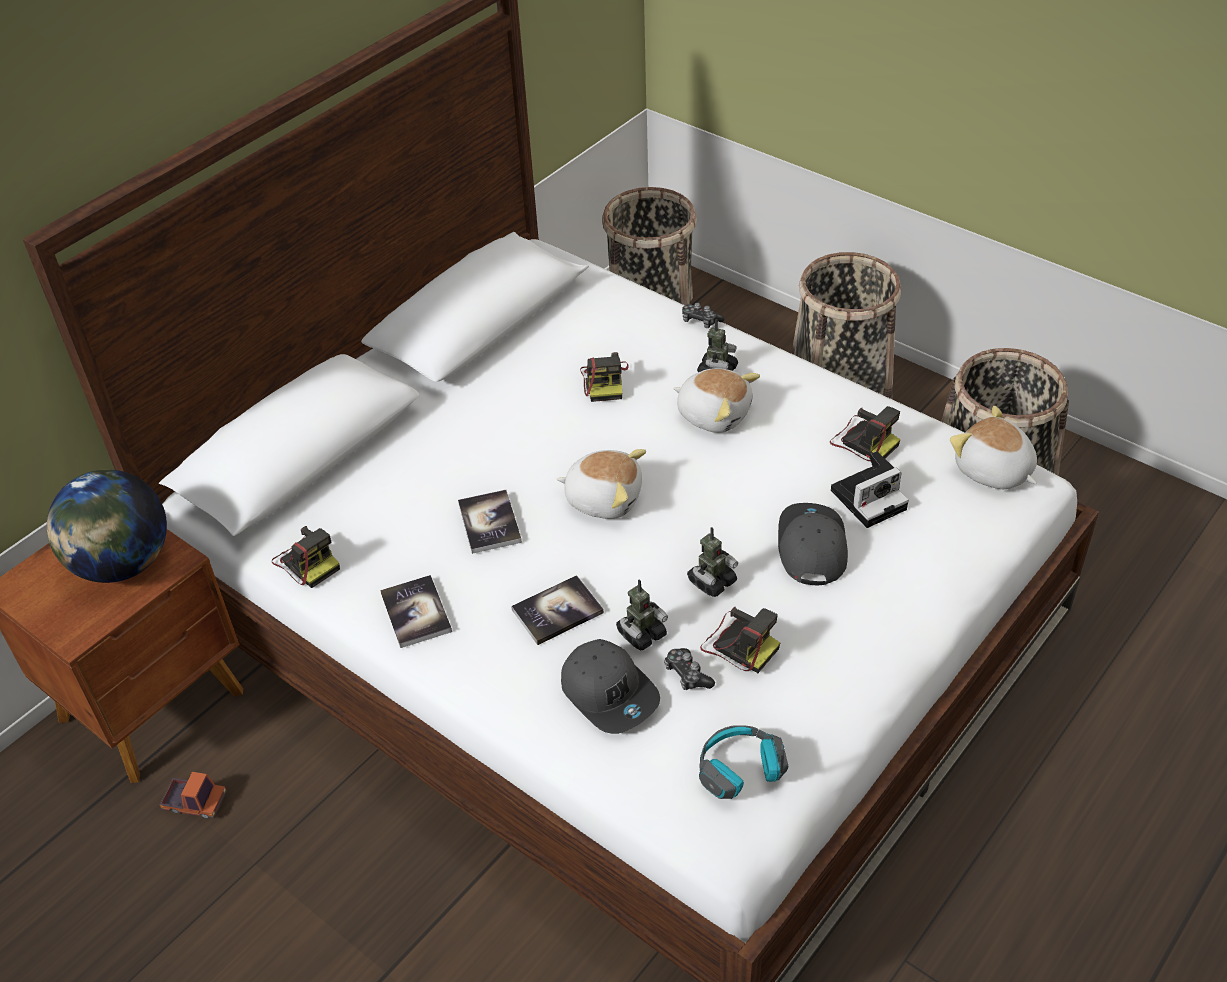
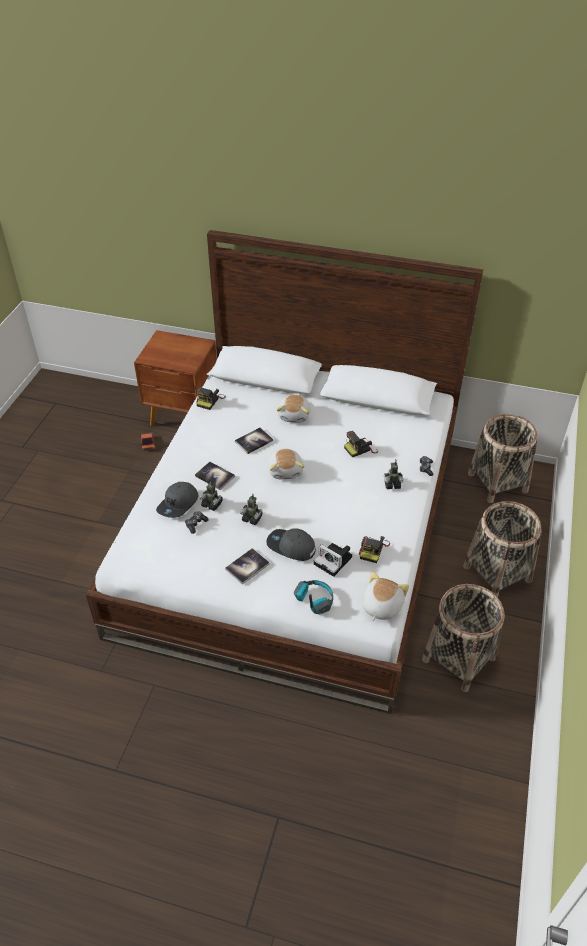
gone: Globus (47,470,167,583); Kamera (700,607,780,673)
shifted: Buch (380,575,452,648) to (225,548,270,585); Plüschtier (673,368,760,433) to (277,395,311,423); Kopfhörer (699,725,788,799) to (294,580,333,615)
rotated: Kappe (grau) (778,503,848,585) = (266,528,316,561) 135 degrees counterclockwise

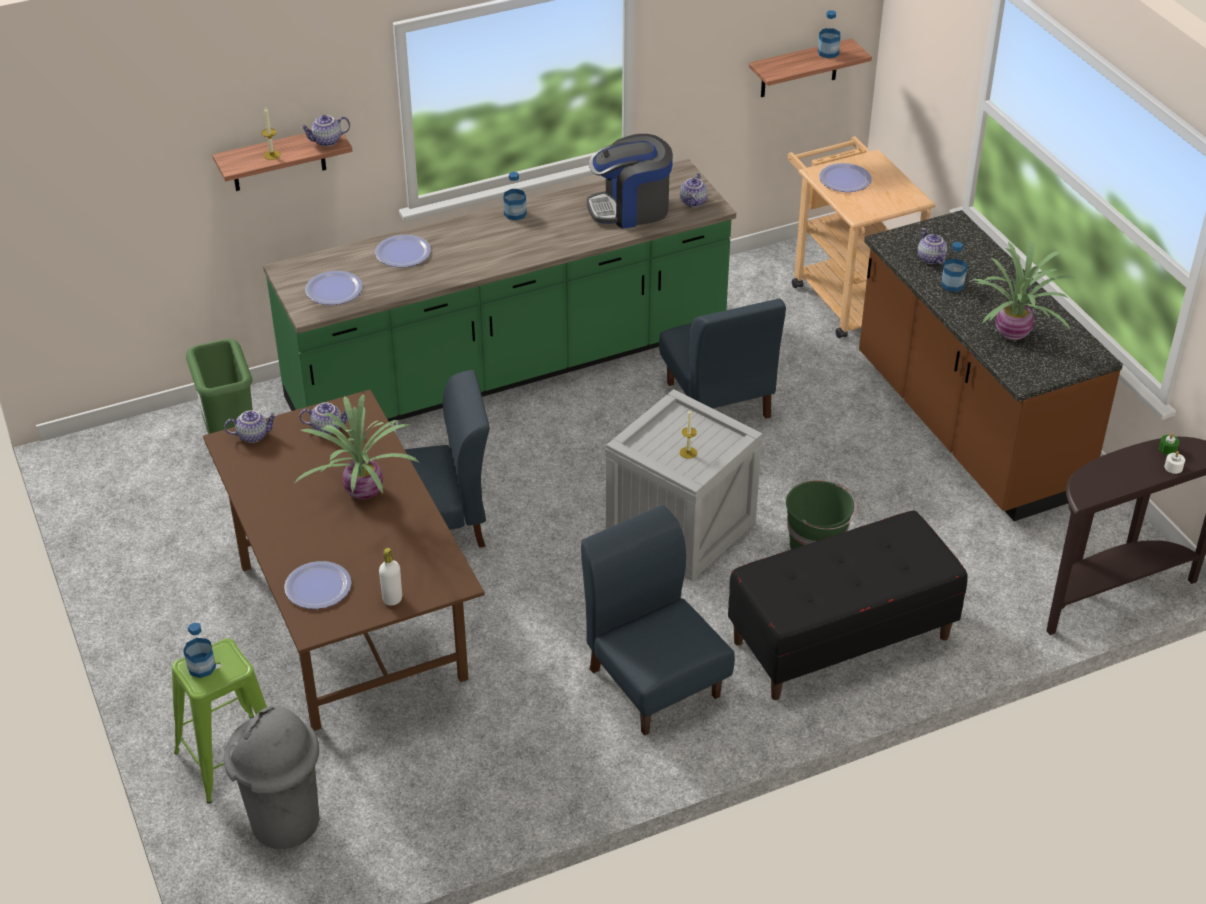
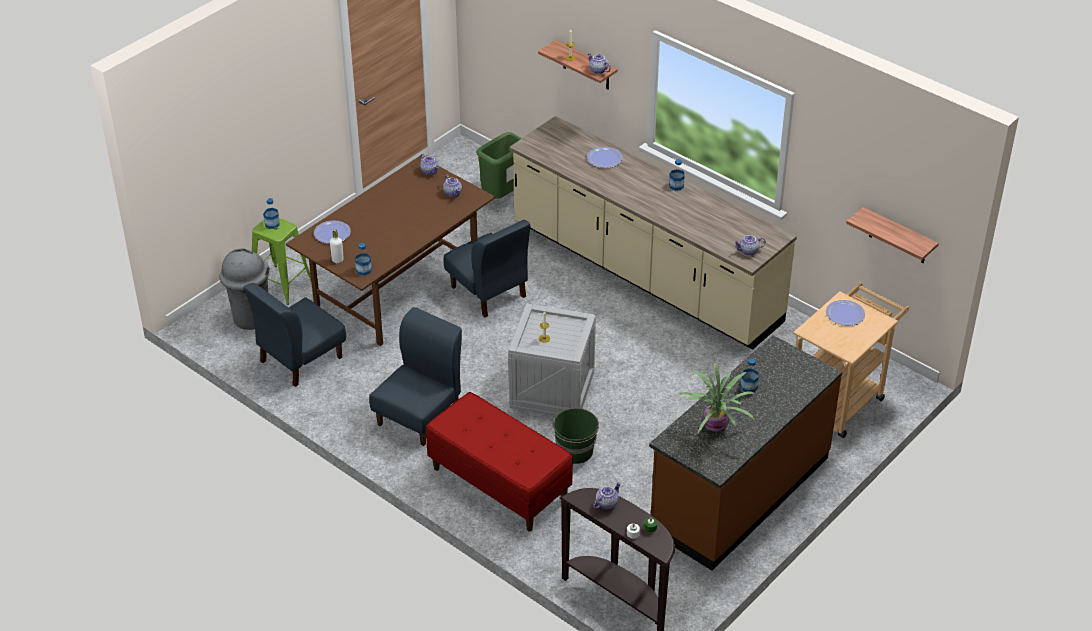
gone: Topfpflanze (294,394,420,500); Teller (305,271,363,305); Kaffeemaschine (587,134,673,229)
shifted: Stuhl (blau) (659,298,786,419) to (243,283,346,387); Flasche (818,10,840,58) to (355,243,372,276); Teekanne (918,228,947,264) to (593,482,621,509)
repainted: Bank (schwarz) (728,510,968,700) to Bank (rot) (426,392,573,532); Küchenzeile (grün) (263,159,736,422) to Küchenzeile (beige) (509,116,797,350)

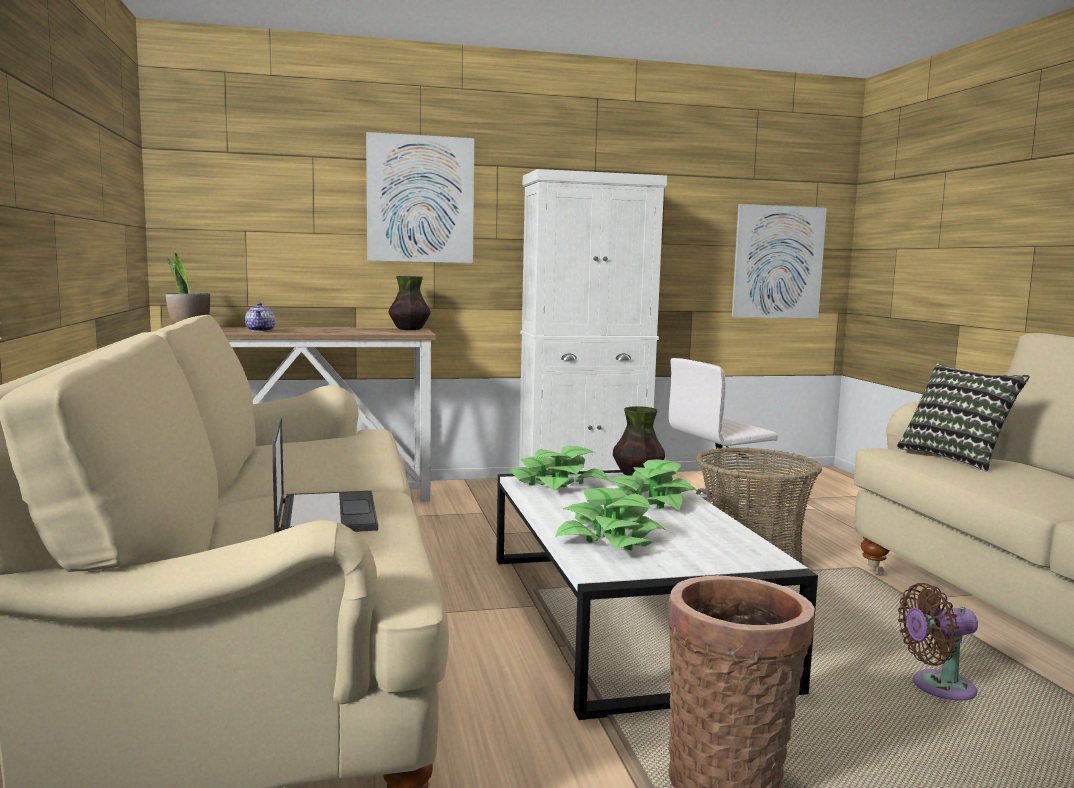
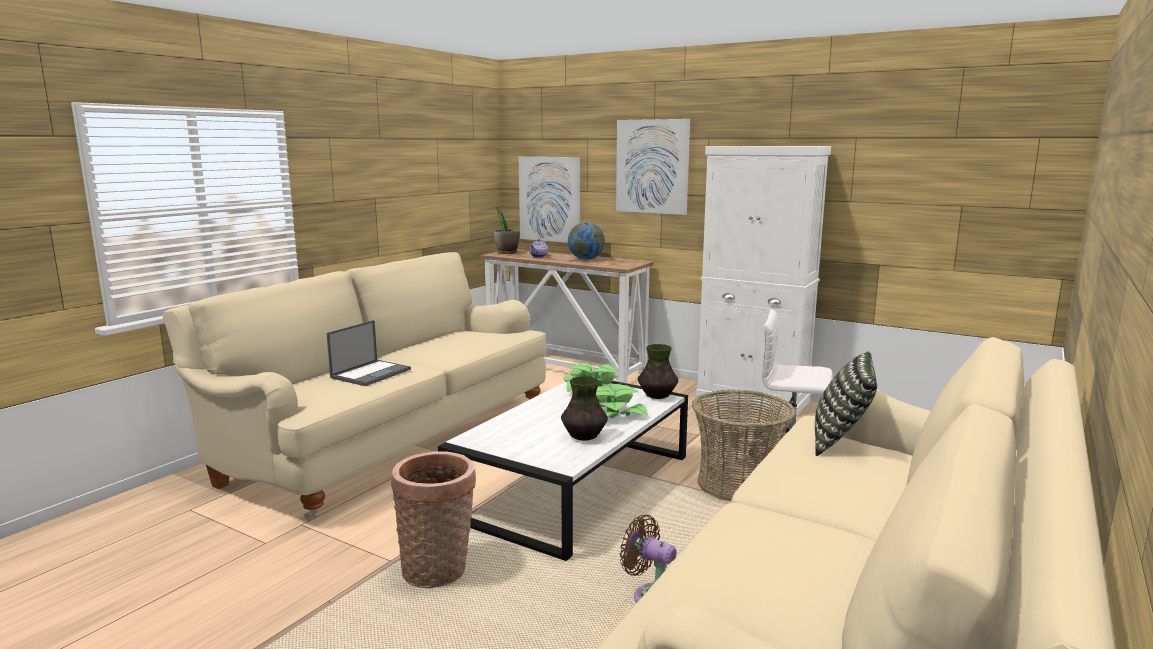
gone: Topfpflanze (555,488,667,550)
new: Globus (568,222,605,260)
shifted: Bild (732,204,827,318) to (519,157,580,243); Vase (388,276,431,330) to (561,376,608,441)

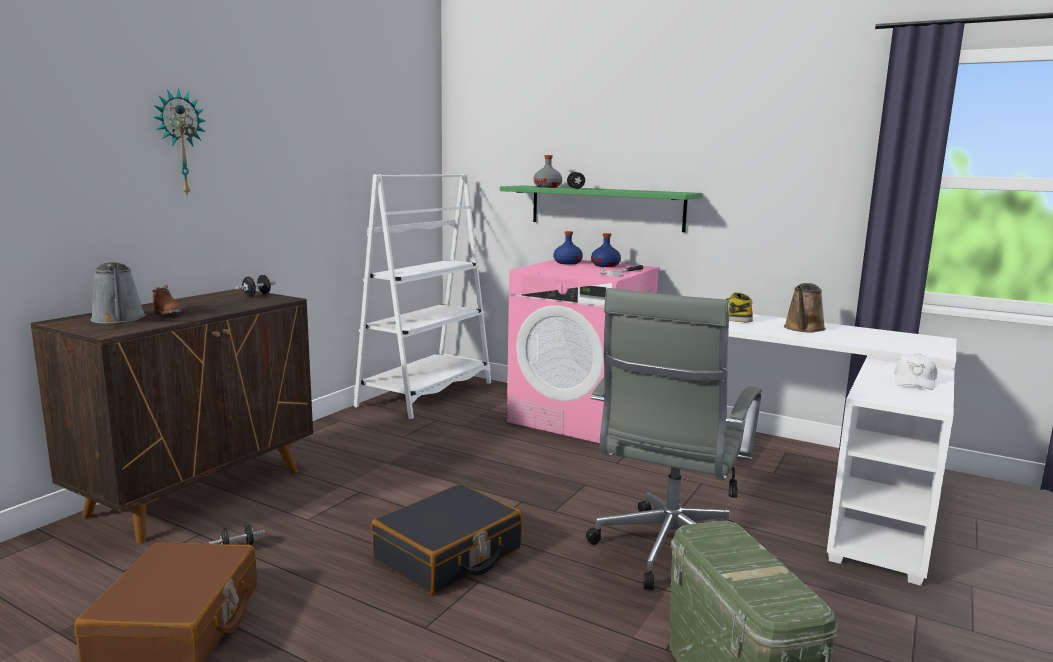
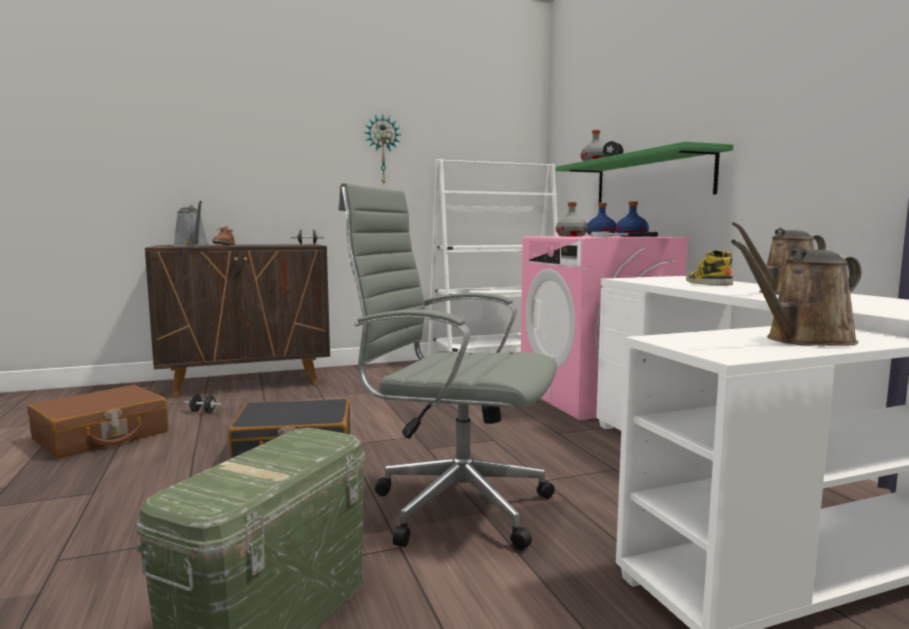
new: Flasche (grau) (556,202,588,237)
shifted: Wanduhr (153,88,206,197) to (364,114,401,184)
swapped: Kappe (weiß) (894,353,937,390) to Gießkanne (braun) (731,239,862,346)
rotated: Gießkanne (grau) (91,262,146,324) = (173,201,209,246) 45 degrees counterclockwise; Bürostuhl (grau) (586,288,762,590) = (338,183,557,550) 45 degrees clockwise

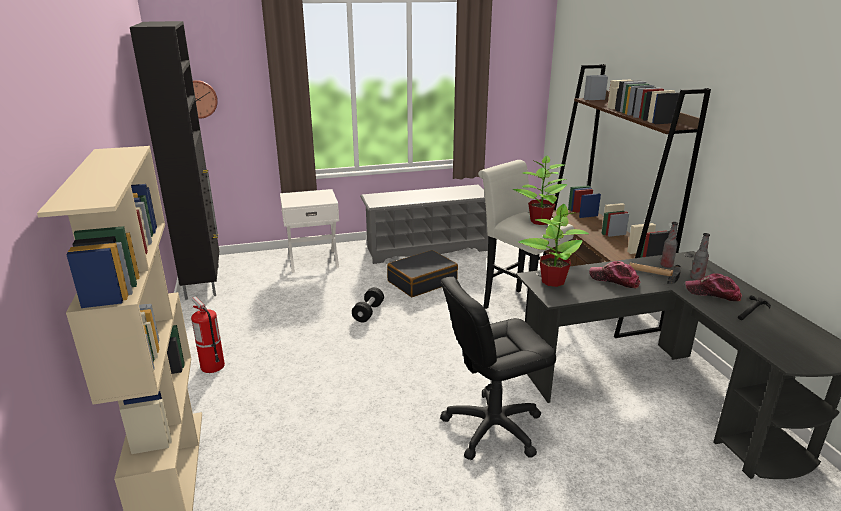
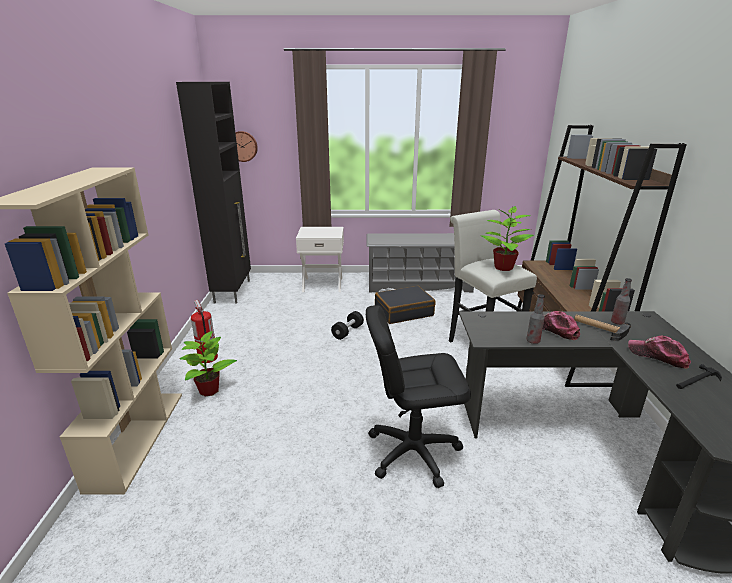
shifted: Topfpflanze (518,204,589,287) to (180,331,237,397); Flasche (690,233,710,280) to (526,294,545,344)

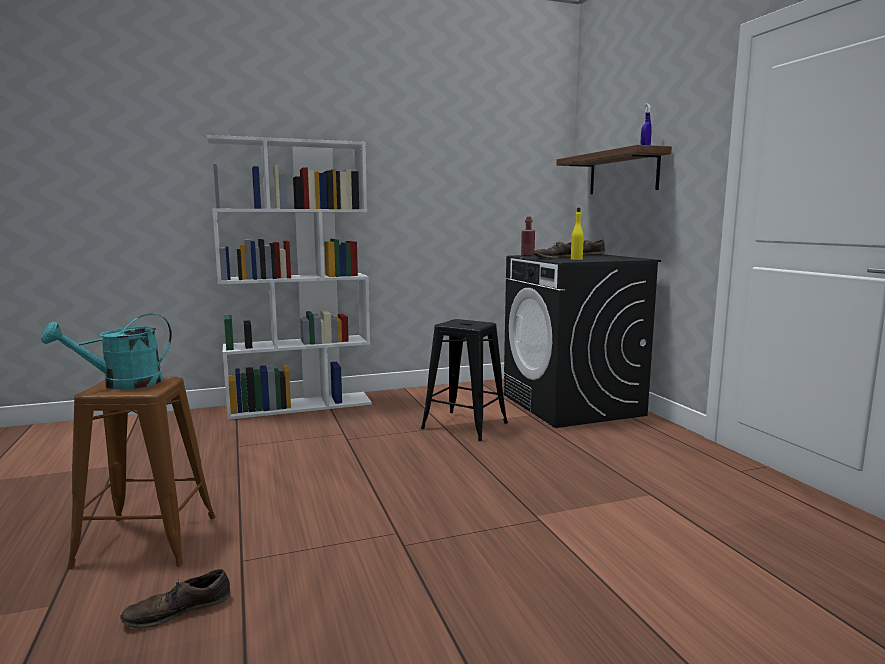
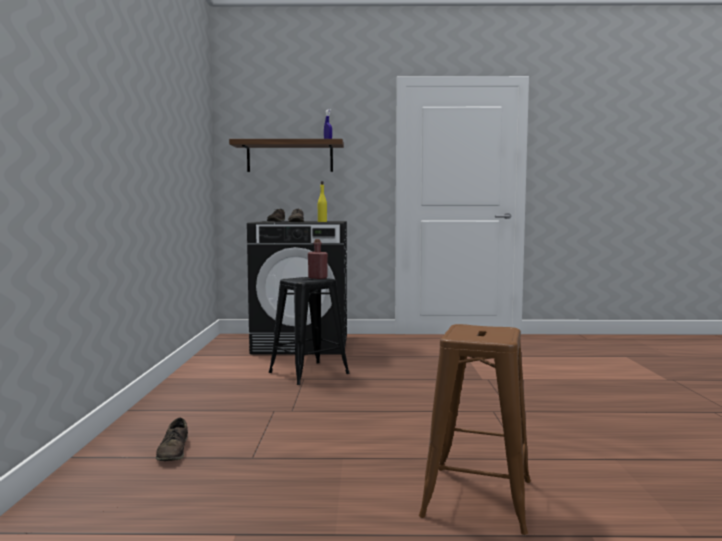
gone: Gießkanne (türkis) (41,313,172,390); Bücherregal (weiß) (207,135,372,420)
shifted: Schuh (braun) (120,569,230,628) to (156,418,188,461); Flasche (rot) (521,217,535,256) to (308,239,328,279)

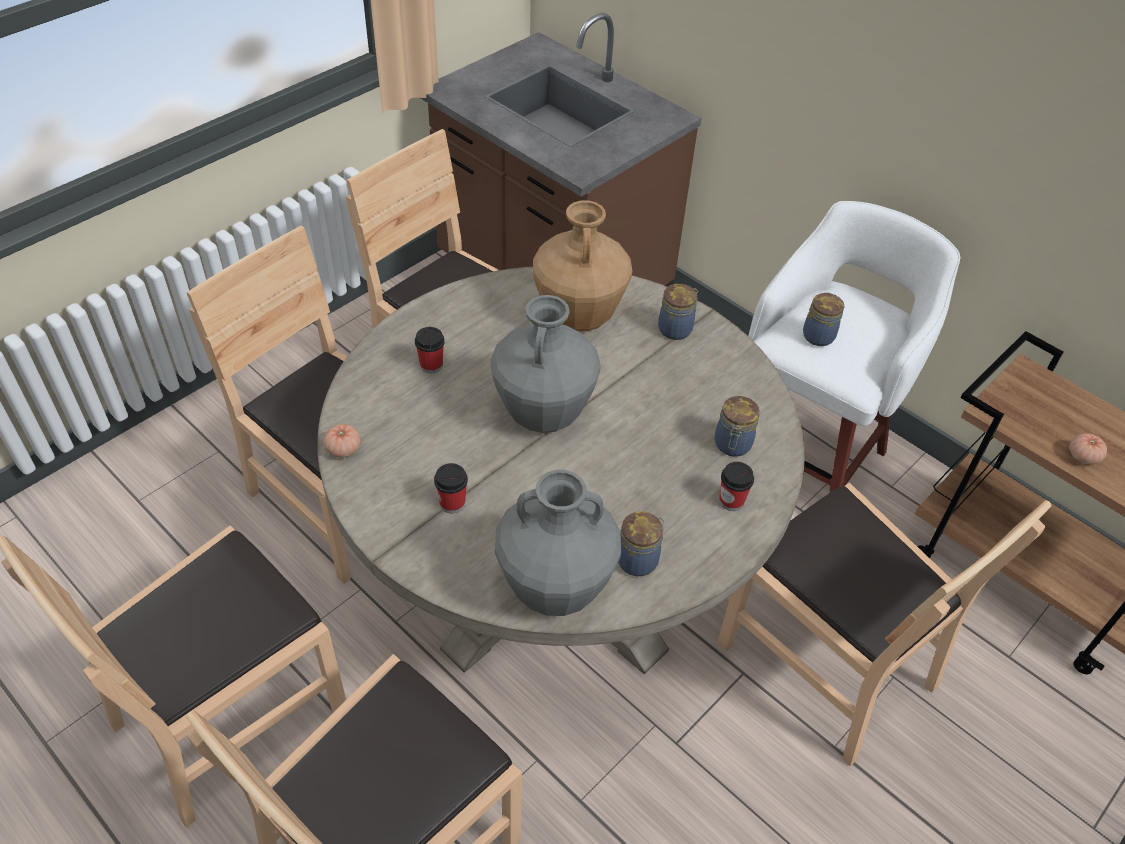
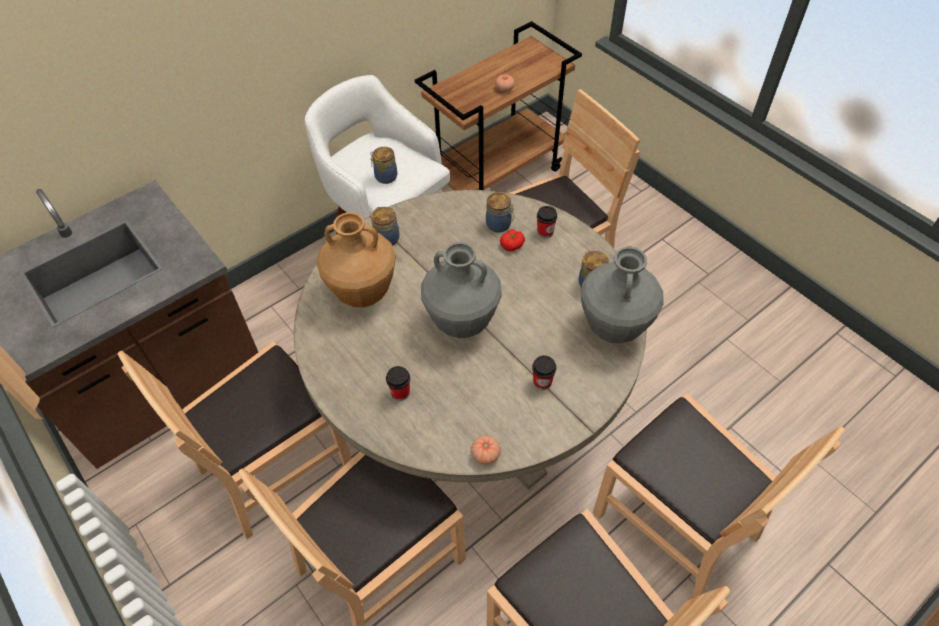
new: Tomate (500,229,525,252)

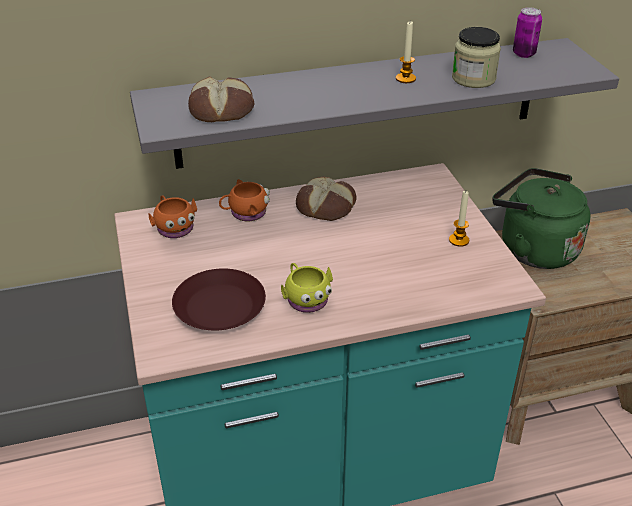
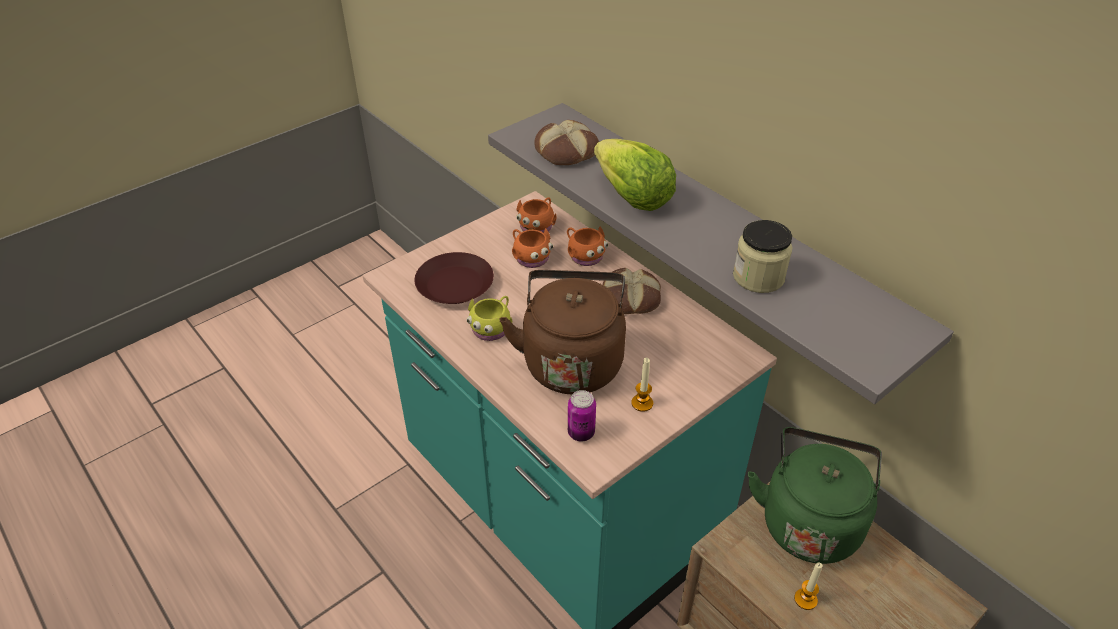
new: Wasserkessel (braun) (500,270,626,394); Henkelbecher (orange) (512,228,553,268); Salatkopf (594,139,676,211)
shifted: Dose (513,7,542,58) to (568,390,596,441); Kerze (396,21,416,83) to (794,563,823,610)

